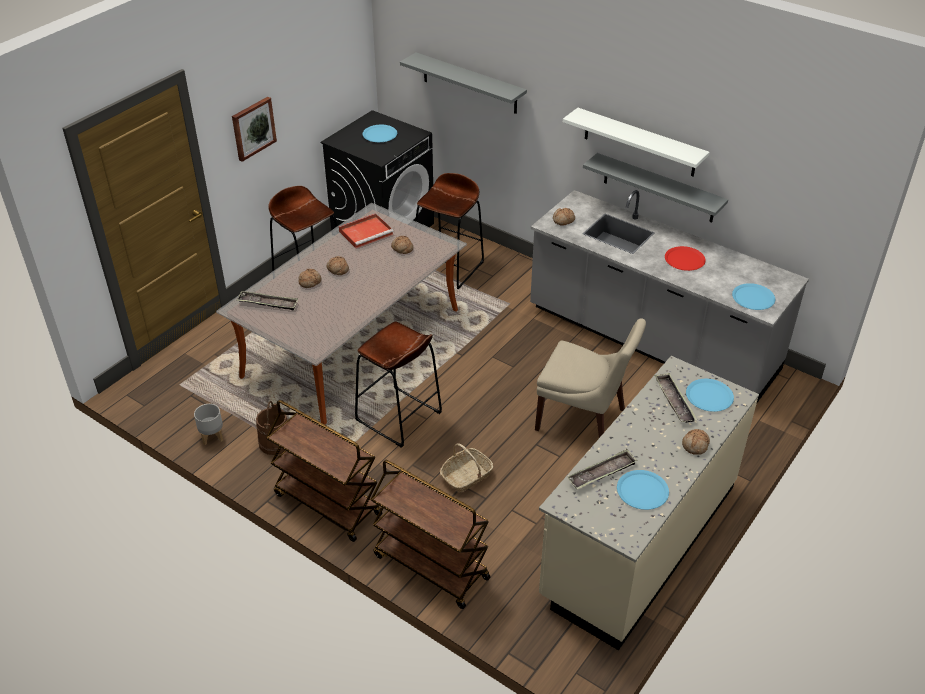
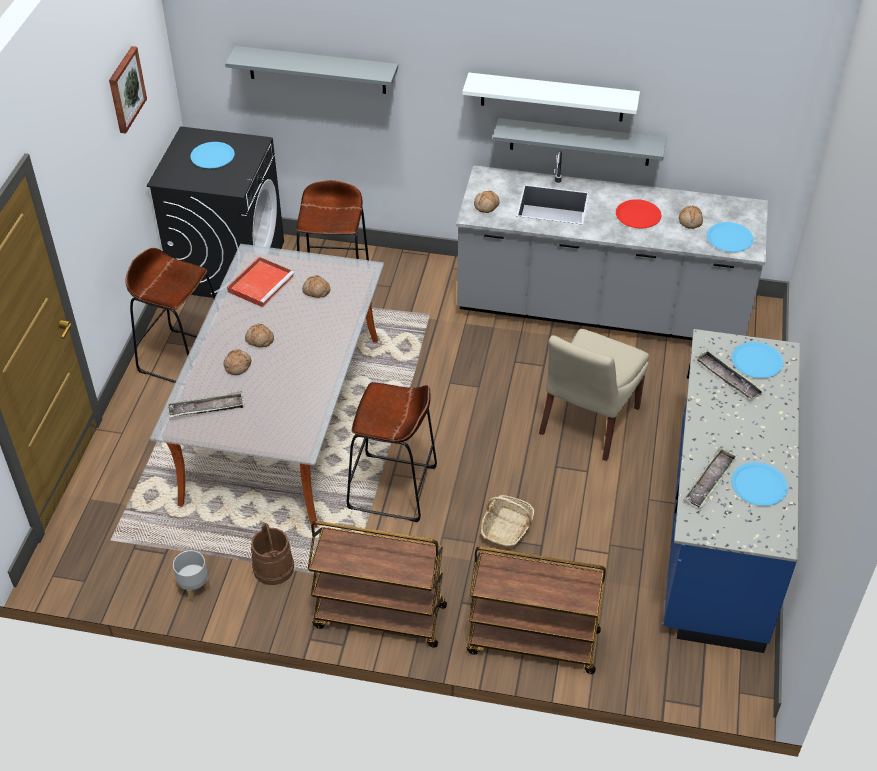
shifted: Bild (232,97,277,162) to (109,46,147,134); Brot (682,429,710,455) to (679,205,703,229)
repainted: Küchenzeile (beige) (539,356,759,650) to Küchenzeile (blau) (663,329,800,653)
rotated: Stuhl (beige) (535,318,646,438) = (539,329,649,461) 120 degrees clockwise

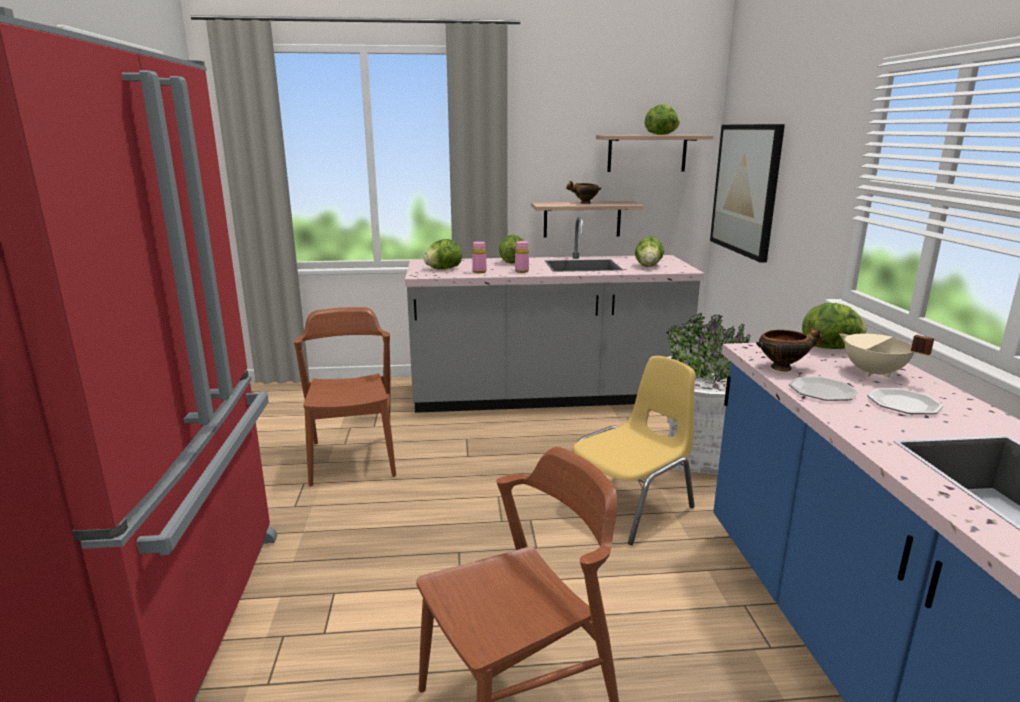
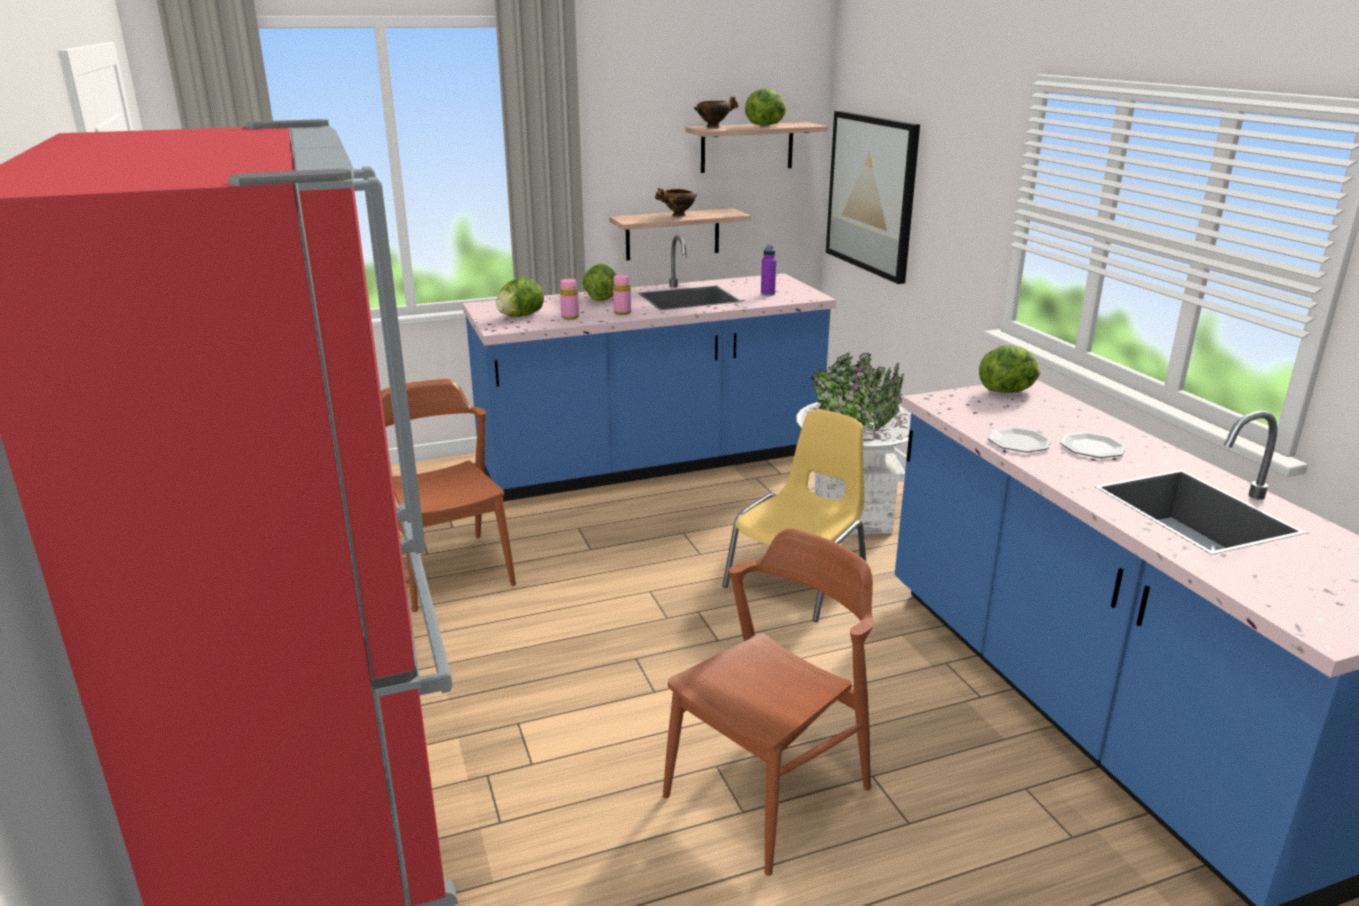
gone: Kochtopf (beige) (839,334,934,377)
shifted: Schüssel (756,327,824,371) to (694,96,739,128)
swapped: Salatkopf (635,236,664,267) to Flasche (lila) (761,245,776,296)
repainted: Küchenzeile (grau) (405,217,705,413) to Küchenzeile (blau) (463,235,836,501)

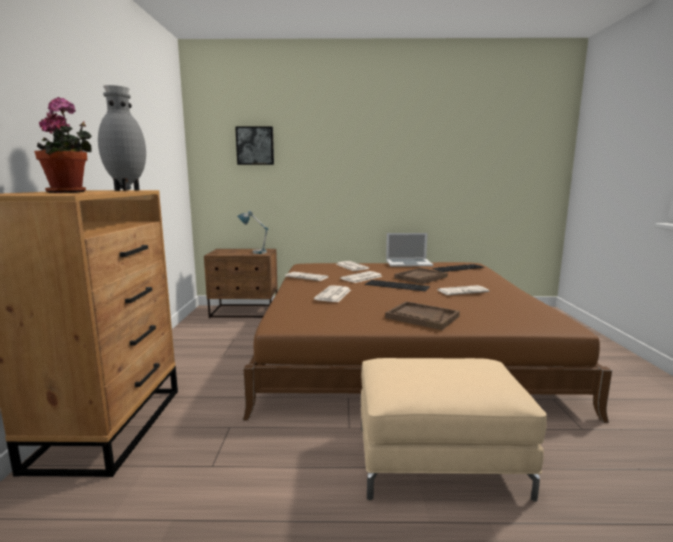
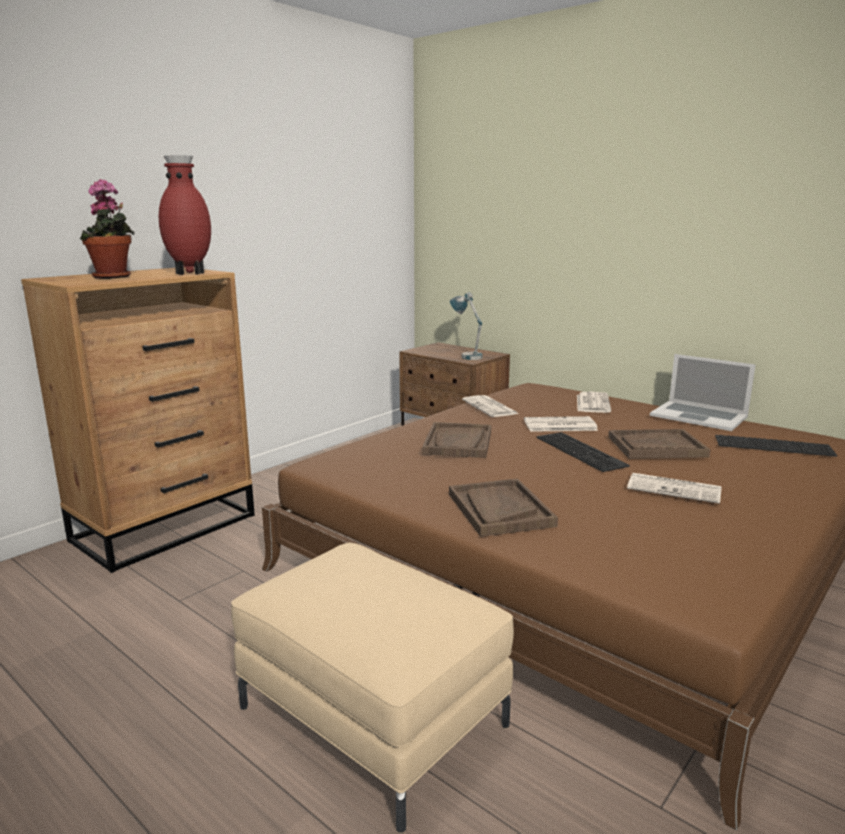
gone: Bild (235,127,274,165)
swapped: Zeitung (314,285,351,302) to Tablett (braun) (422,422,491,458)
repainted: Vase (grau) (98,85,146,191) to Vase (rot) (159,155,211,275)

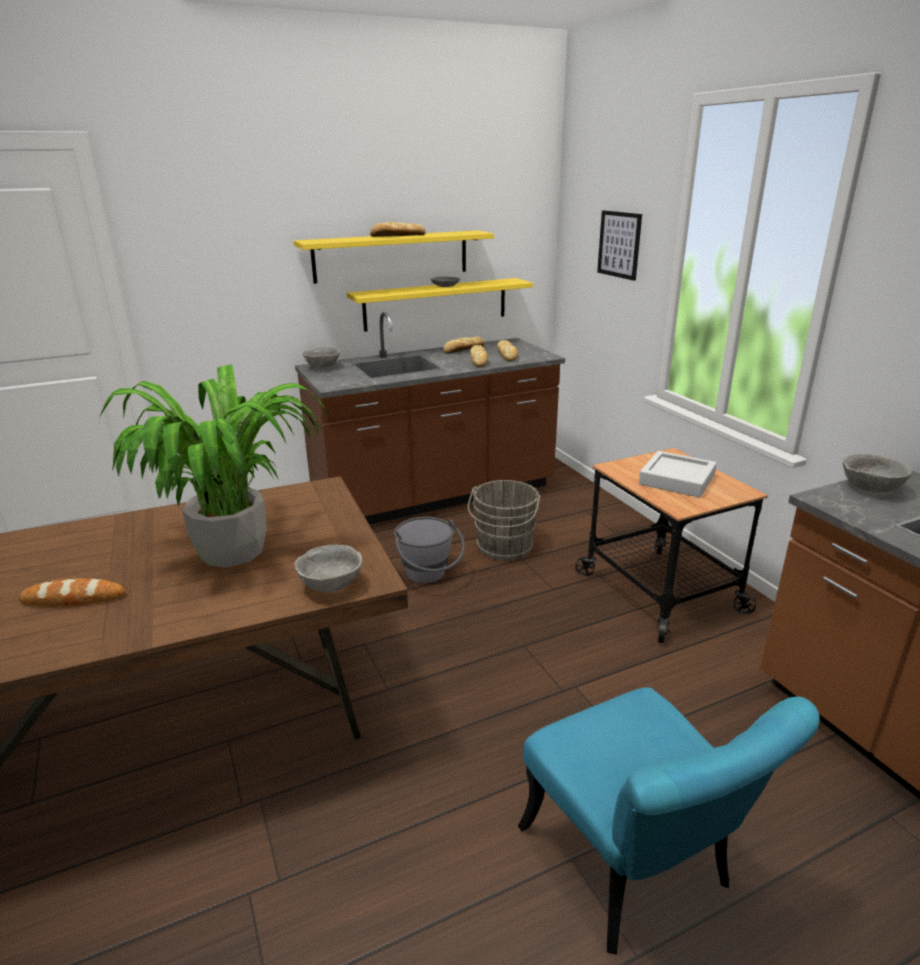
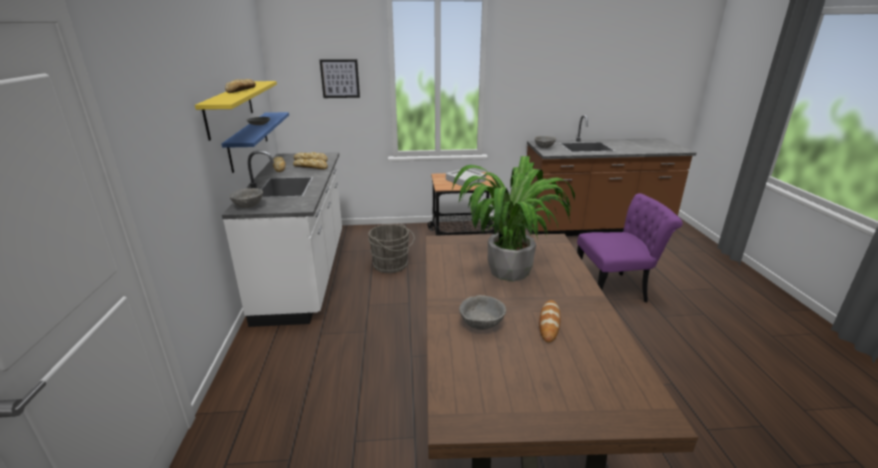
gone: Eimer (grau) (394,517,465,584)
shifted: Schüssel (grau) (295,545,362,593) to (459,295,506,330)
repainted: Wandregal (gelb) (347,278,533,332) to Wandregal (blau) (221,112,289,173); Küchenzeile (braun) (295,312,565,525) to Küchenzeile (weiß) (222,151,342,327); Stuhl (türkis) (518,687,820,955) to Stuhl (lila) (577,193,683,302)

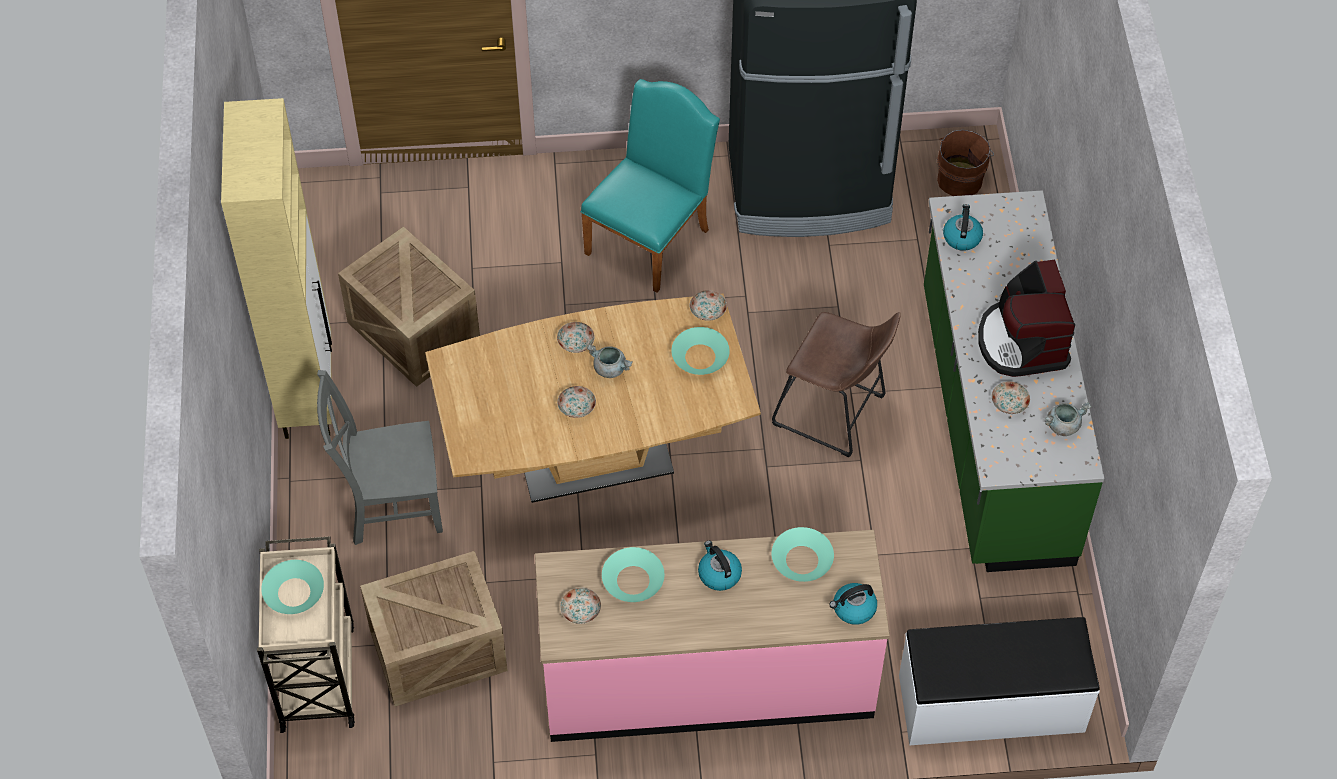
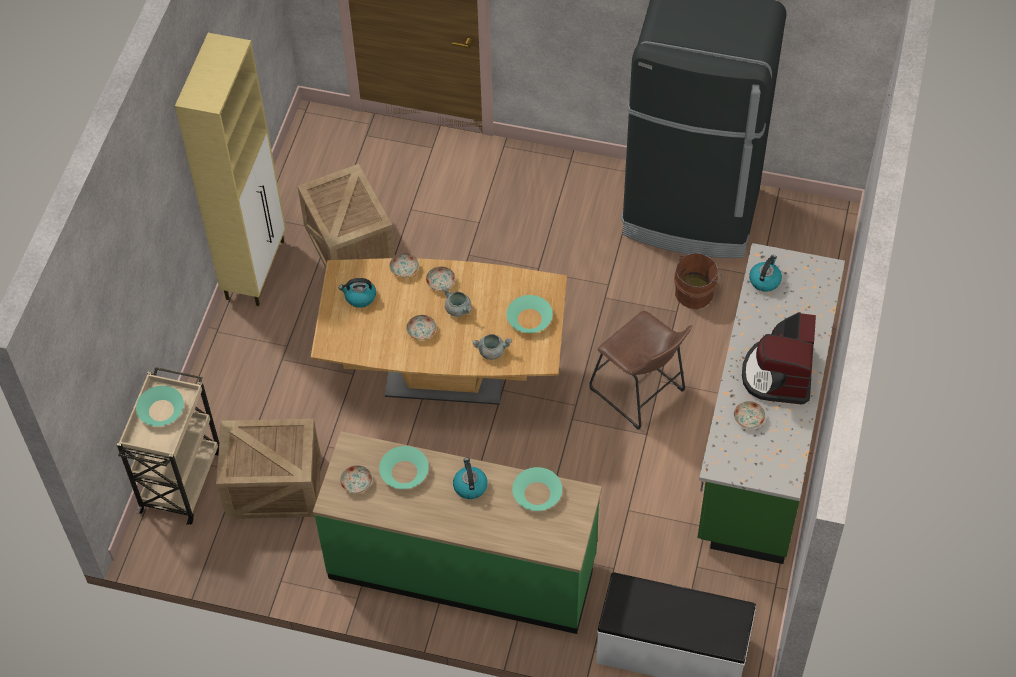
gone: Stuhl (grau) (317,370,443,545); Stuhl (türkis) (581,79,720,293)
shifted: Wasserkessel (829,583,877,625) to (339,278,376,308); Teller (690,290,727,321) to (389,253,419,277); Kochtopf (grau) (1045,402,1091,436) to (473,334,512,360); Eimer (braun) (937,130,994,196) to (674,253,722,309)
repainted: Küchenzeile (rosa) (535,530,890,742) to Küchenzeile (grün) (313,431,602,634)

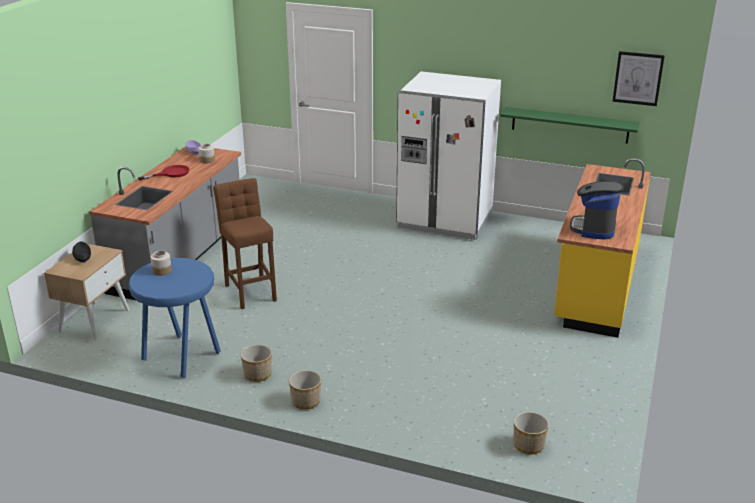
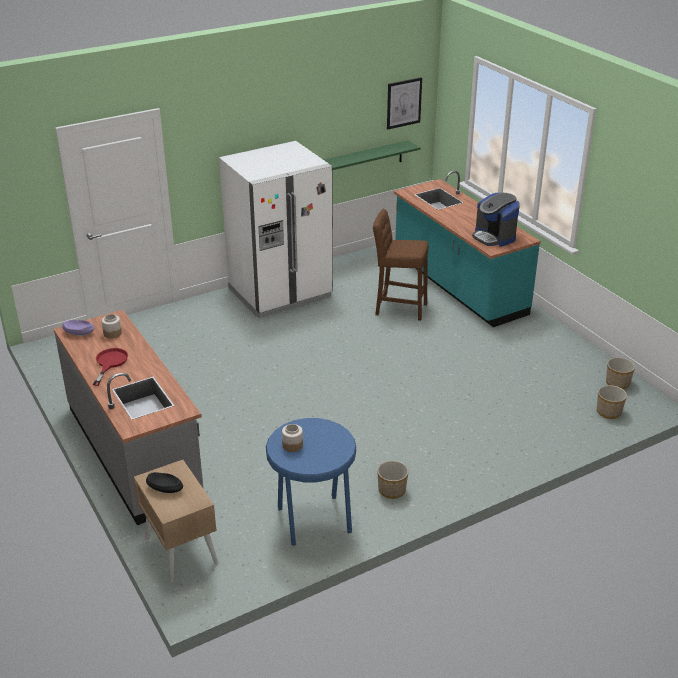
shifted: Hocker (braun) (213,178,277,309) to (373,209,428,321); Pflanzkübel (289,370,321,410) to (606,357,635,389)
repainted: Küchenzeile (gelb) (554,158,651,338) to Küchenzeile (türkis) (394,171,541,327)

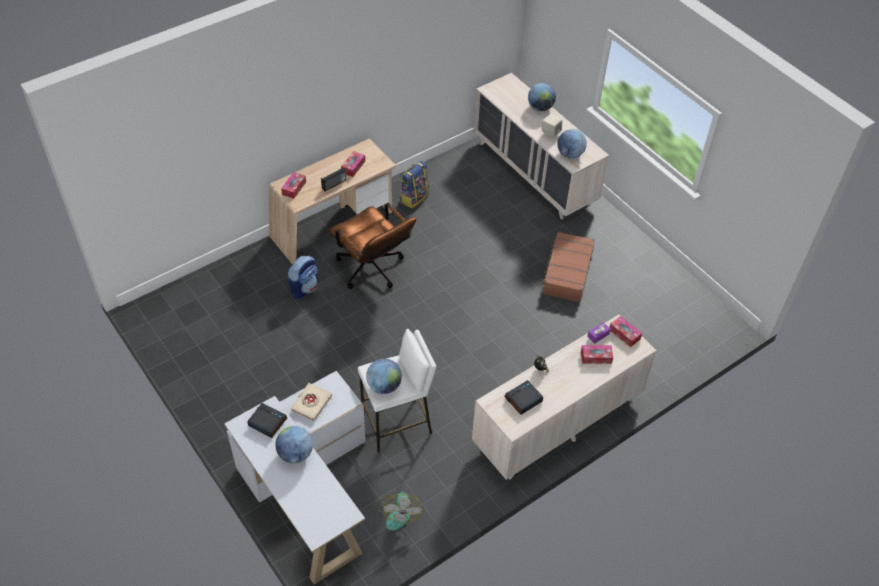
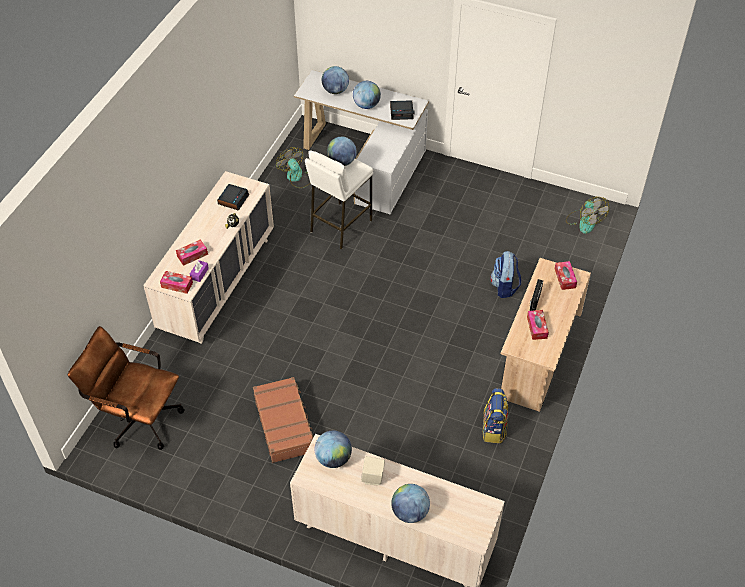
gone: Buch (beige) (291,383,332,421)
new: Globus (322,66,349,94); Ventilator (566,197,609,234)
shifted: Bürostuhl (braun) (329,203,416,289) to (68,326,185,450)

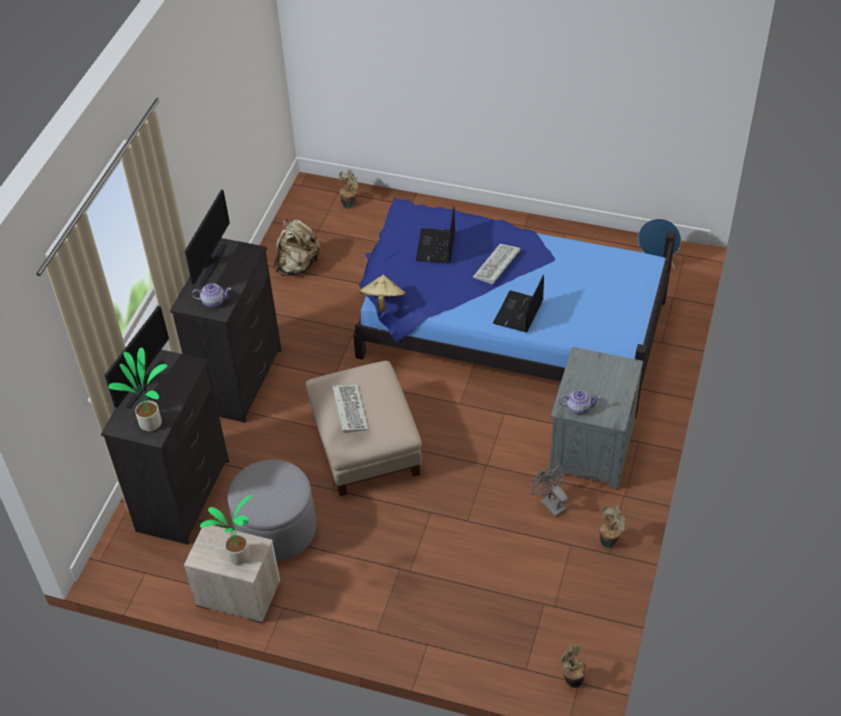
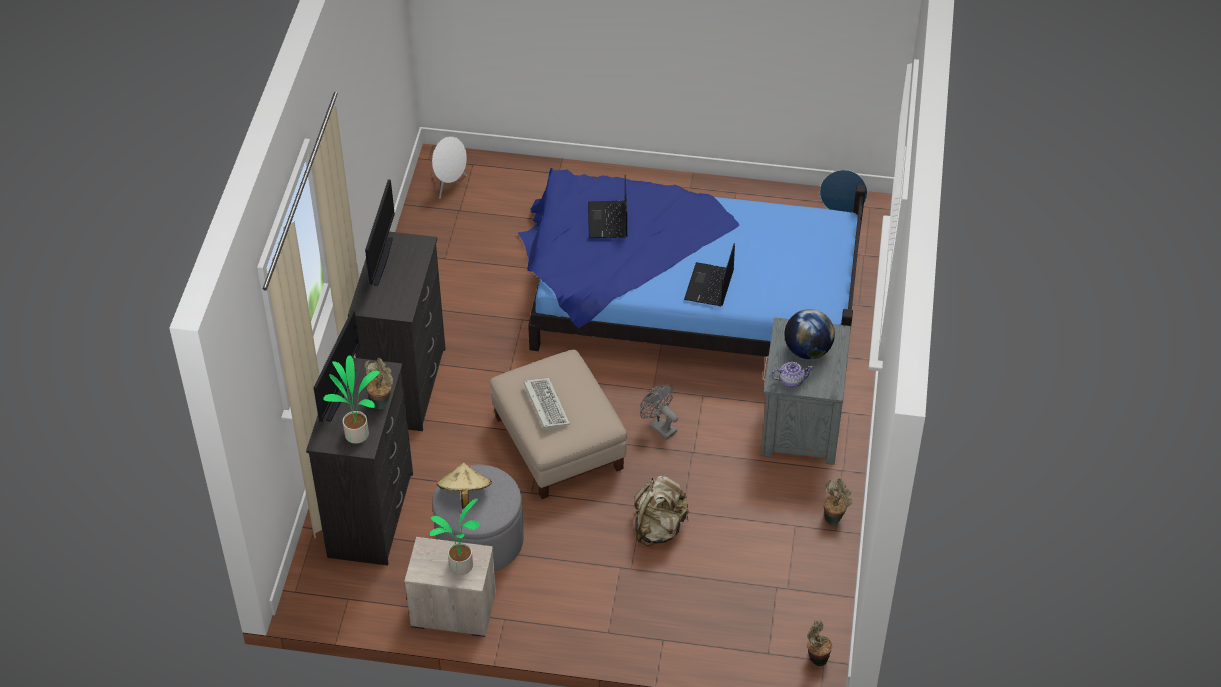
gone: Teekanne (192,283,231,308); Tastatur (473,244,520,284)
new: Lautsprecher (weiß) (432,136,467,199); Globus (784,309,835,359)
shifted: Topfpflanze (339,170,358,209) to (365,358,393,409); Hut (beige) (359,275,406,313) to (437,463,492,509); Rucksack (beige) (274,219,320,276) to (634,476,689,547); Ventilator (grau) (532,465,568,517) to (640,385,678,440)

